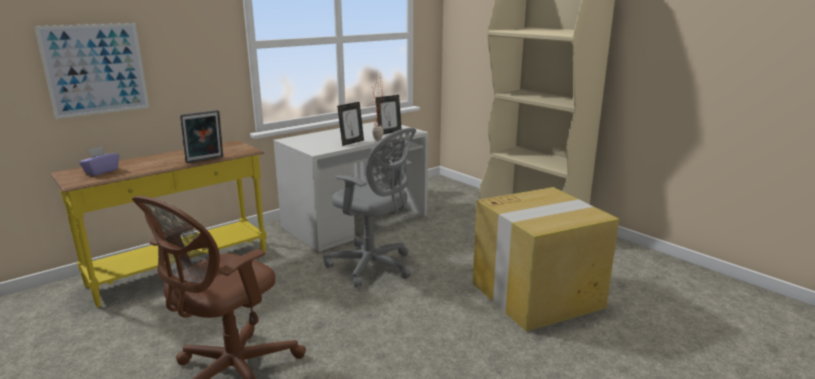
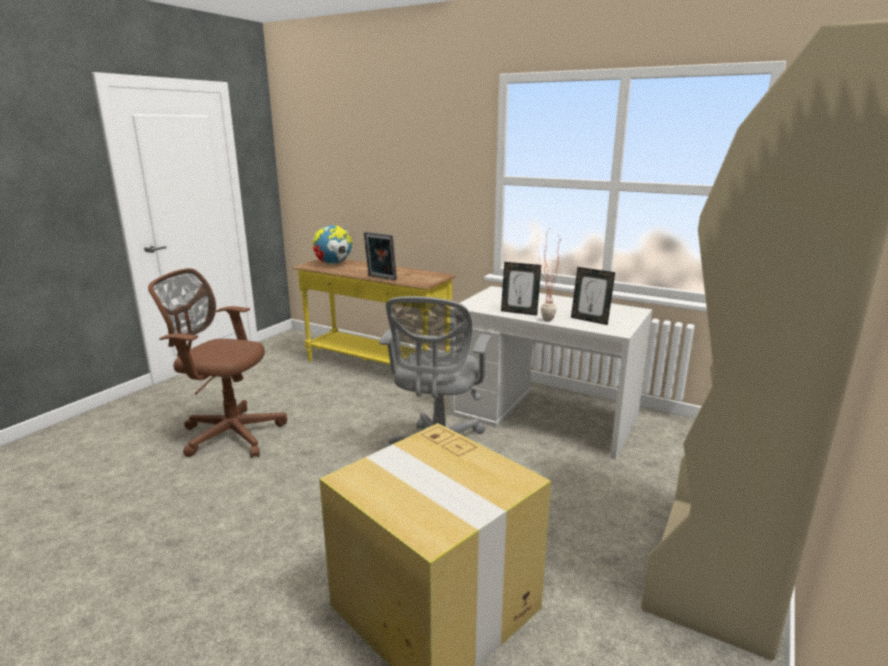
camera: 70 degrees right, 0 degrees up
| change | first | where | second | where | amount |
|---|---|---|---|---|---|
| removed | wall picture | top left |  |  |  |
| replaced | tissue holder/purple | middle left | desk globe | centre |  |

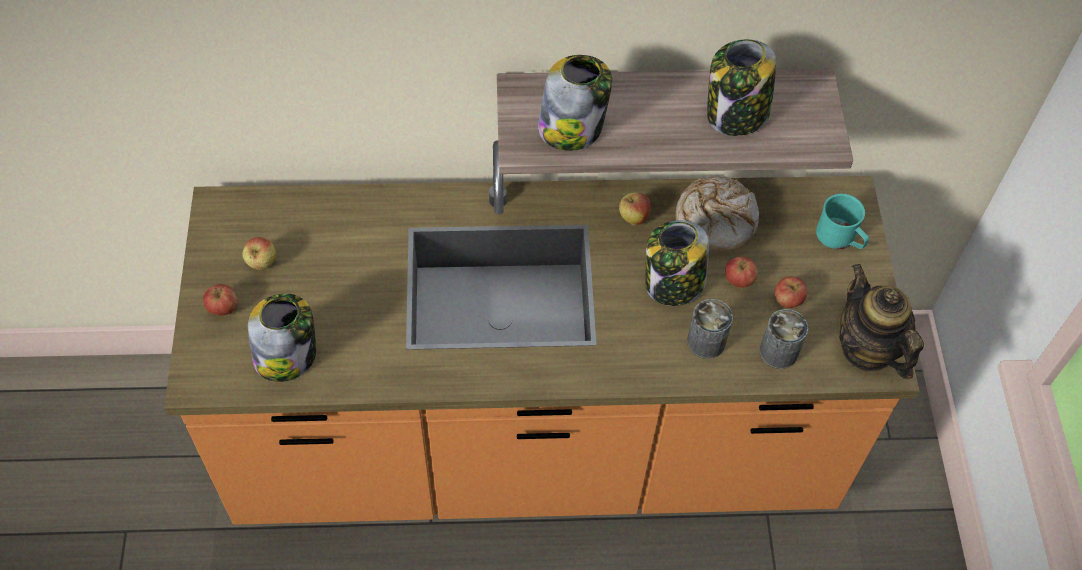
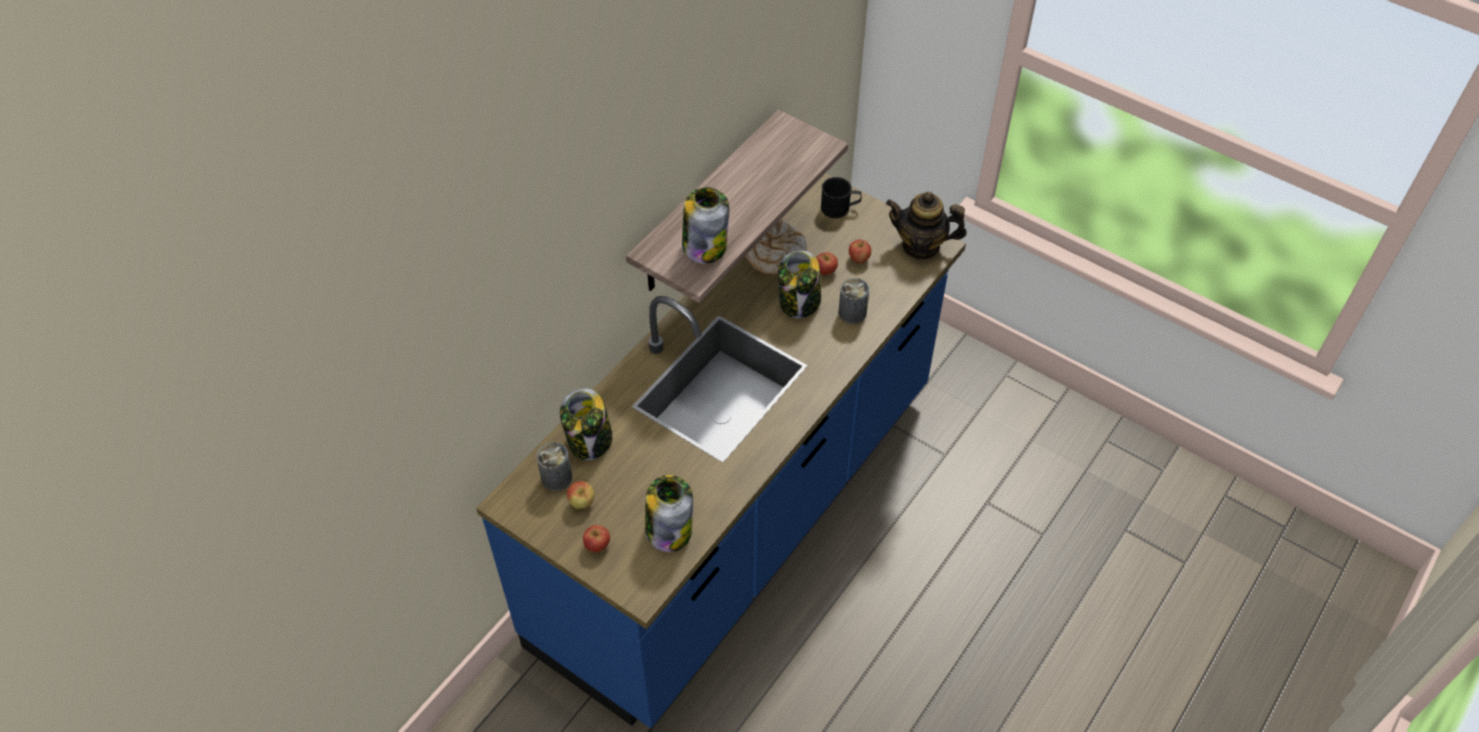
camera: 50 degrees left, 5 degrees down
| change | first | where | second | where | amount |
|---|---|---|---|---|---|
| recoloured | counter/orange-coloured | centre | counter/blue-coloured | centre |  |
| removed | apple (3rd from left) | centre |  |  |  |
| moved | preserve jar (4th from left in the first image) | top right | preserve jar (1st from left) | centre |  |
| moved | can (2nd from left in the first image) | middle right | can (1st from left) | centre |  |
| recoloured | coffee mug/blue-green | middle right | coffee mug/blackish | top centre |  |

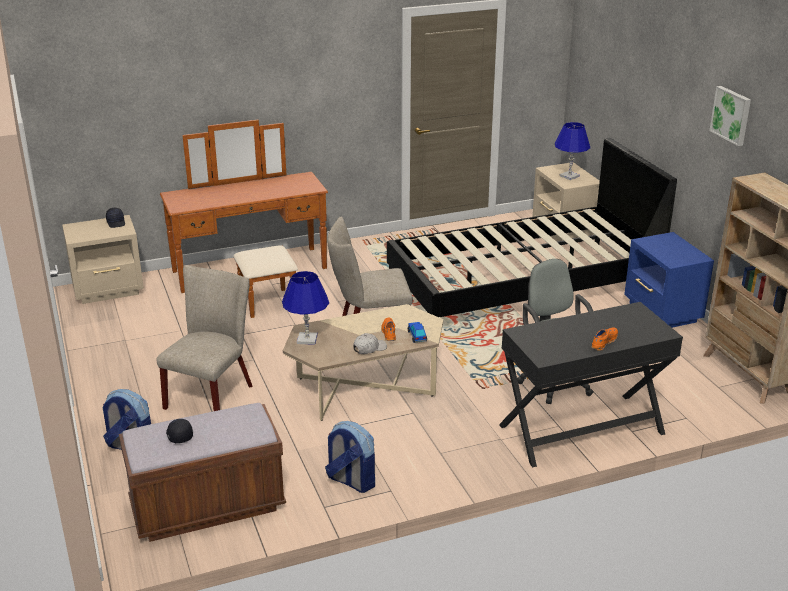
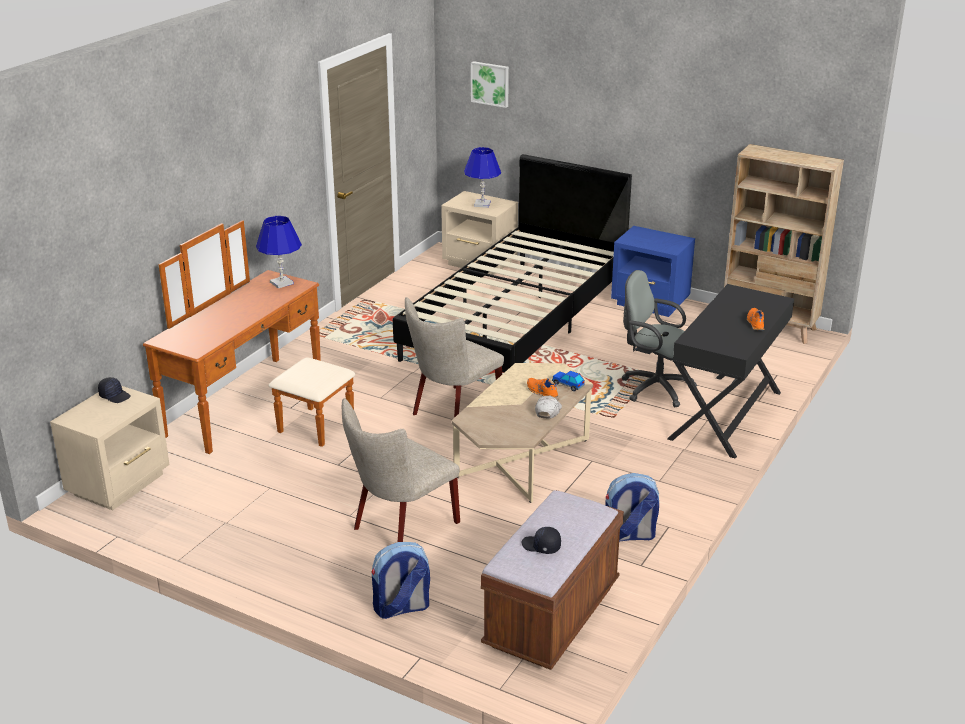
camera: 40 degrees left, 0 degrees up
| change | first | where | second | where | amount |
|---|---|---|---|---|---|
| turned | plain chair/beige-coloured (1st from left) | middle left |  | centre | 120 degrees counterclockwise |
| moved | table lamp/blue-coloured (1st from left) | centre |  | middle left |  |
| moved | wall picture | top right |  | top centre |  |

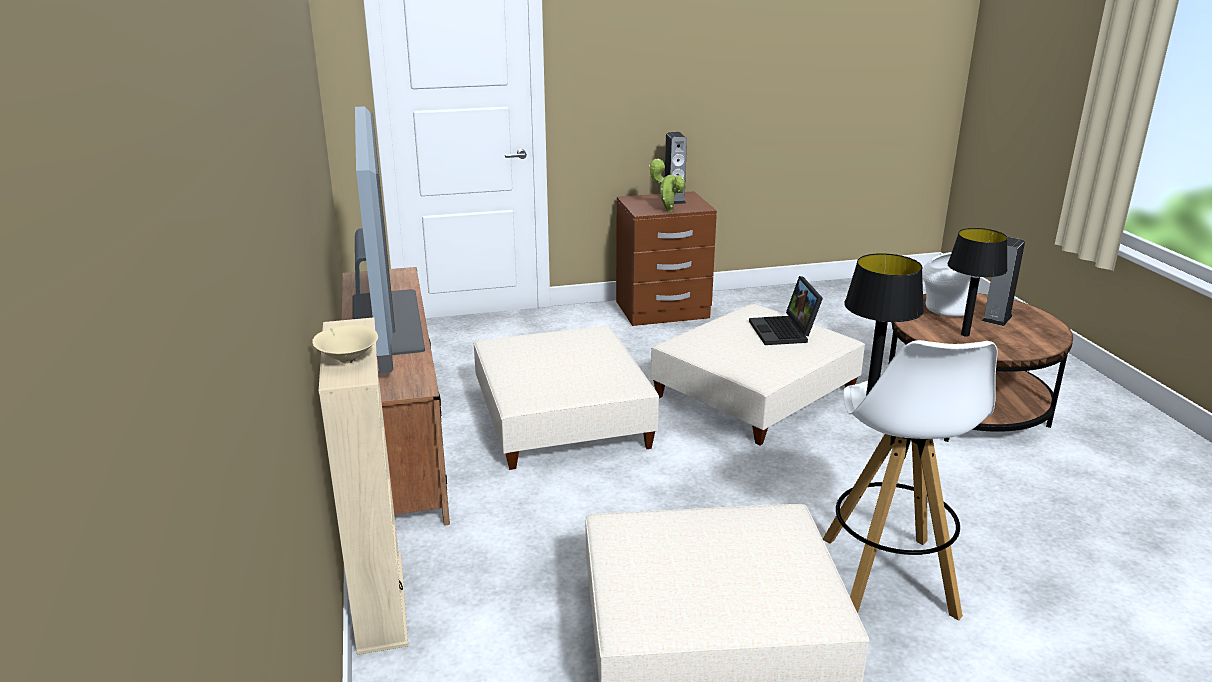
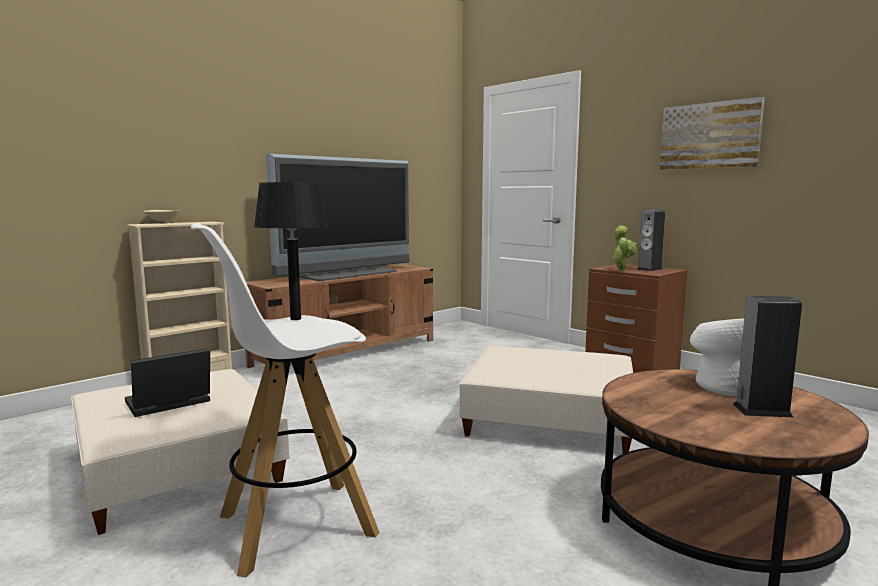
camera: 60 degrees right, 15 degrees down
| change | first | where | second | where | amount |
|---|---|---|---|---|---|
| removed | ottoman/beige-coloured (1st from left) | centre |  |  |  |
| moved | portable computer | centre |  | middle left |  |
| removed | table lamp/blackish (2nd from left) | middle right |  |  |  |
| added |  |  | wall picture | top right |  |

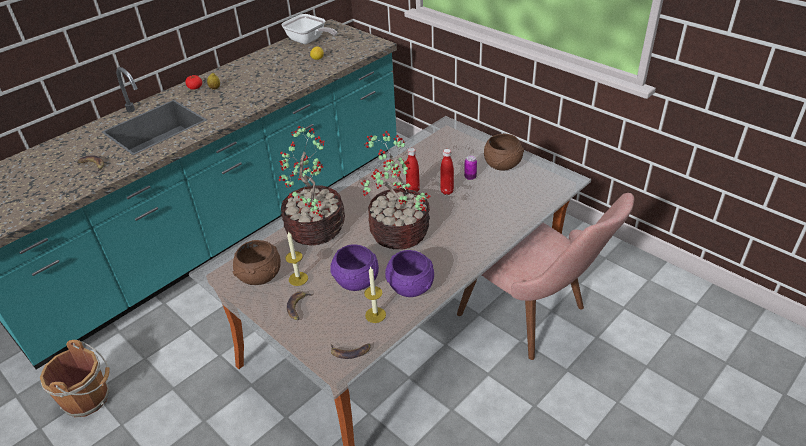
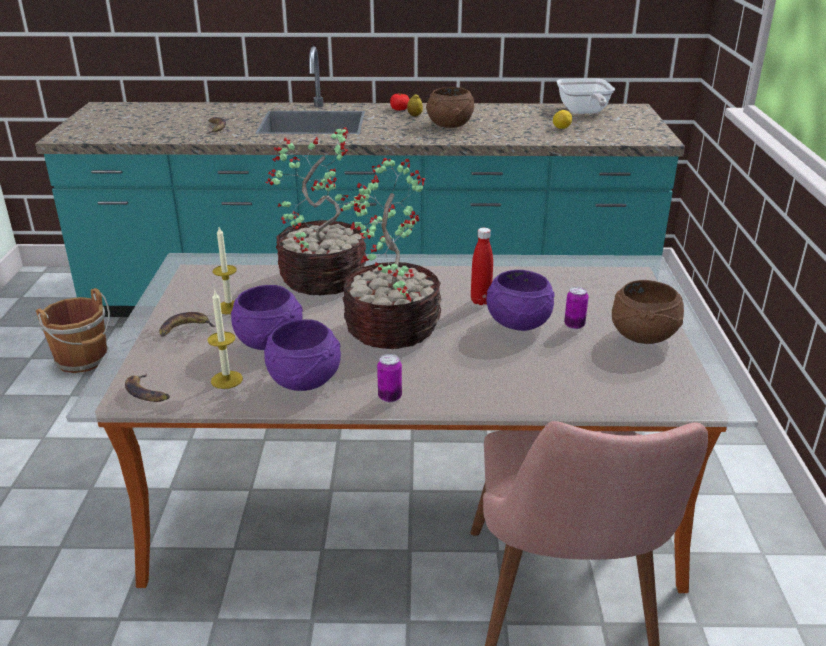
camera: 45 degrees right, 10 degrees down
| change | first | where | second | where | amount |
|---|---|---|---|---|---|
| moved | deep dish/brownish (1st from left) | middle left |  | top centre |  |
| replaced | drink bottle/red (2nd from left) | centre | deep dish/purple (3rd from left) | centre |  |
| added |  |  | can (1st from left) | centre |  |

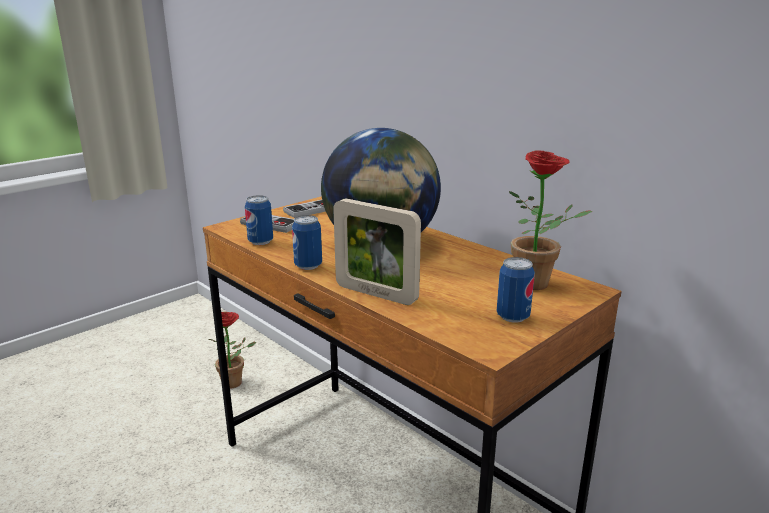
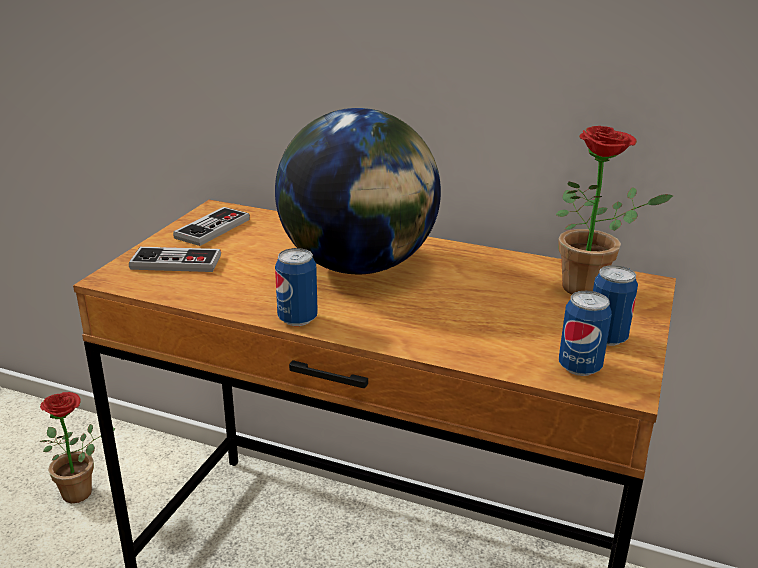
camera: 25 degrees left, 5 degrees up
| change | first | where | second | where | amount |
|---|---|---|---|---|---|
| moved | can (1st from left in the first image) | centre | can (2nd from left) | middle right |  |
| removed | standing frame | centre |  |  |  |

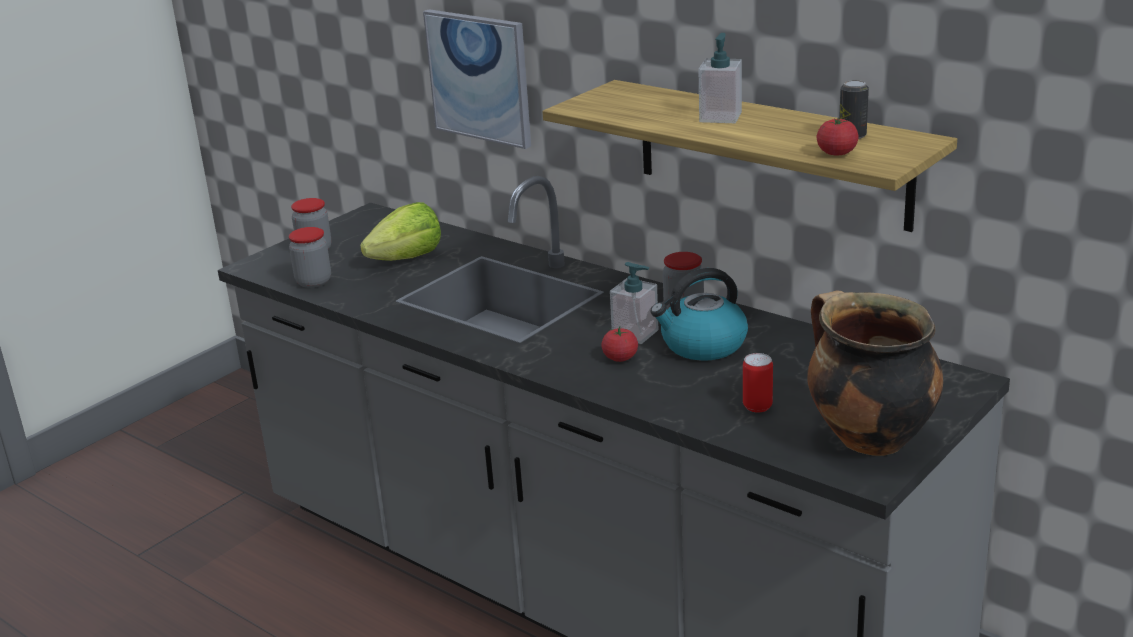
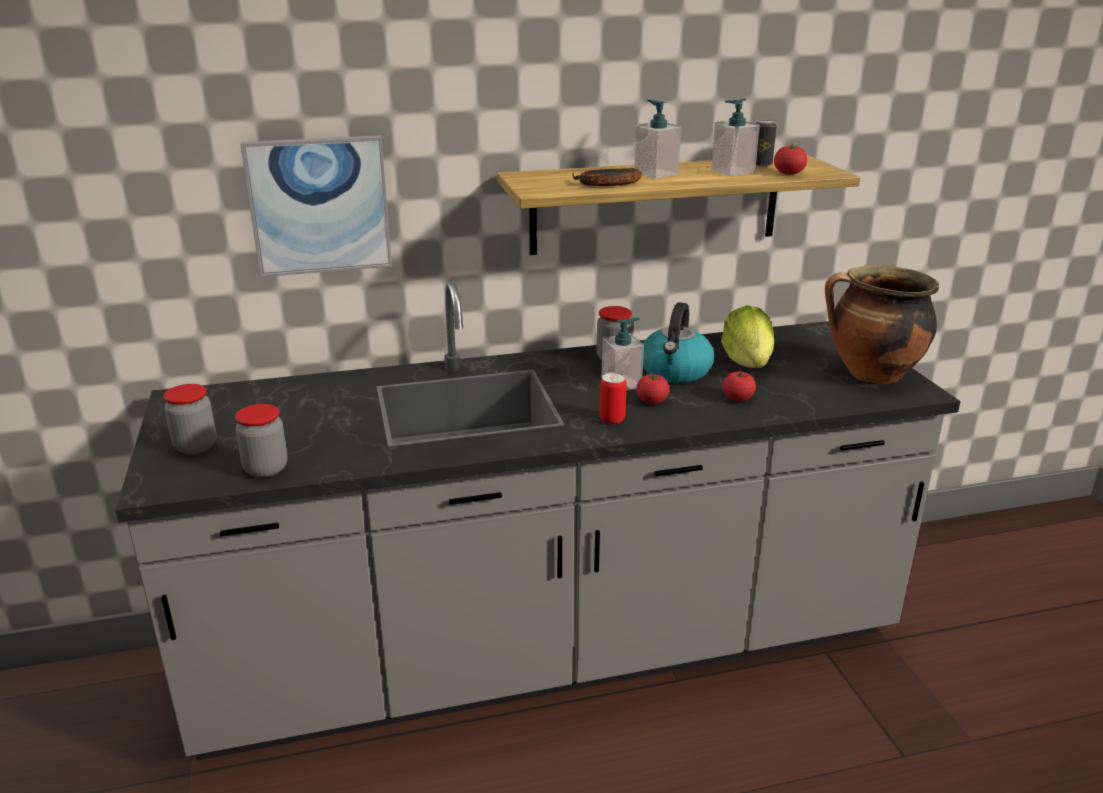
camera: 55 degrees left, 0 degrees up
| change | first | where | second | where | amount |
|---|---|---|---|---|---|
| moved | lettuce head | centre |  | middle right |  |
| moved | can (1st from left) | middle right |  | centre |  |
| added |  |  | banana fruit | top centre |  |
| added |  |  | liquid soap bottle (3rd from left) | top centre |  |
| added |  |  | fresh tomato (2nd from left) | middle right |  |

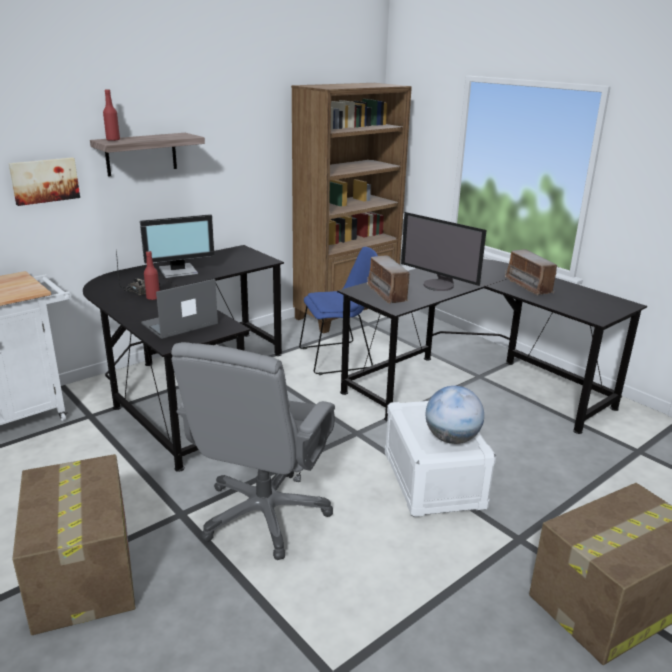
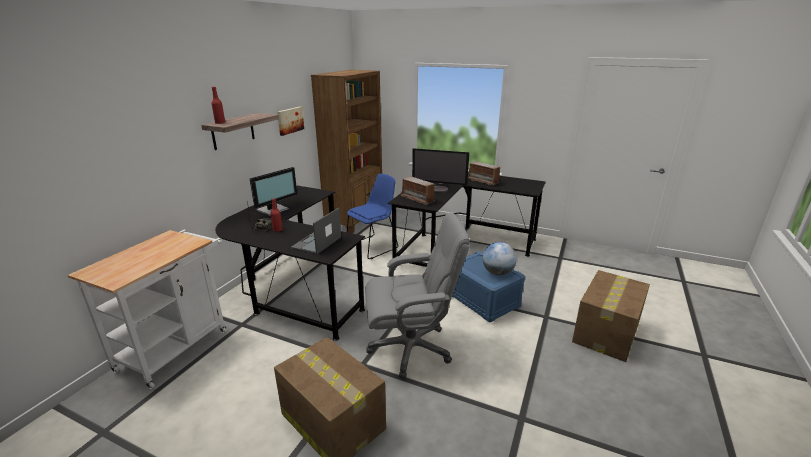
camera: 25 degrees left, 0 degrees up
| change | first | where | second | where | amount |
|---|---|---|---|---|---|
| moved | wall picture | top left |  | top centre |  |
| turned | computer chair/greyish | bottom centre |  | centre | 90 degrees counterclockwise |
| recoloured | storage container/white | bottom centre | storage container/blue-coloured | centre |  |

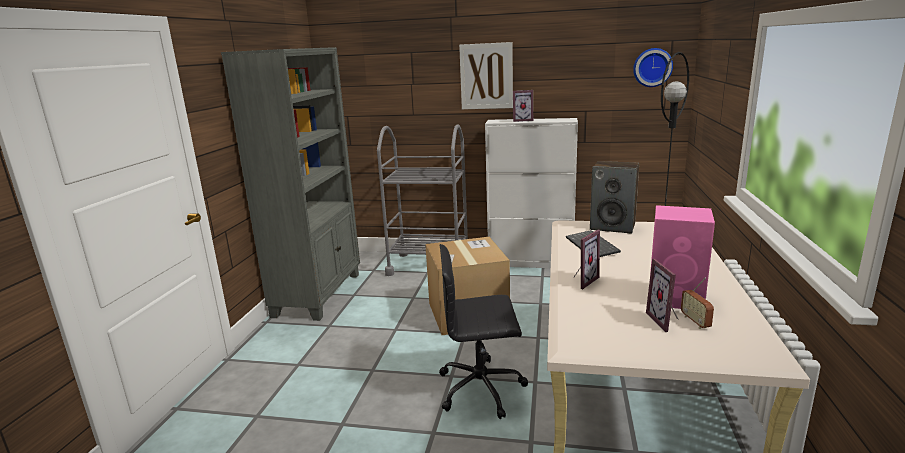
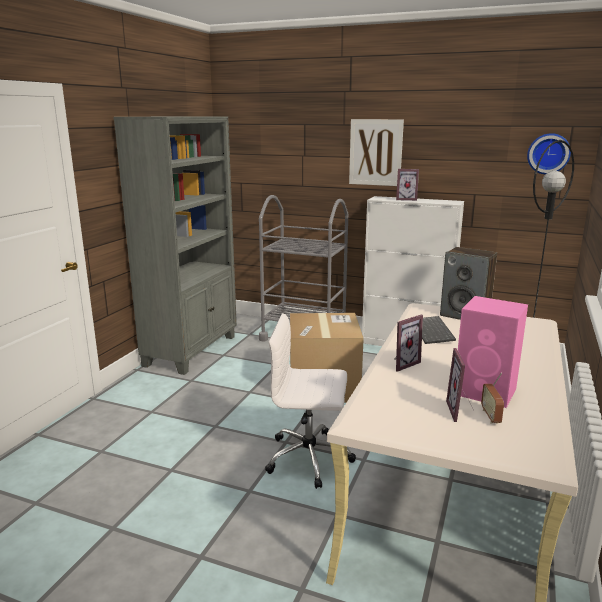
camera: 10 degrees right, 0 degrees up
| change | first | where | second | where | amount |
|---|---|---|---|---|---|
| recoloured | computer chair/blackish | bottom centre | computer chair/white | centre |  |

